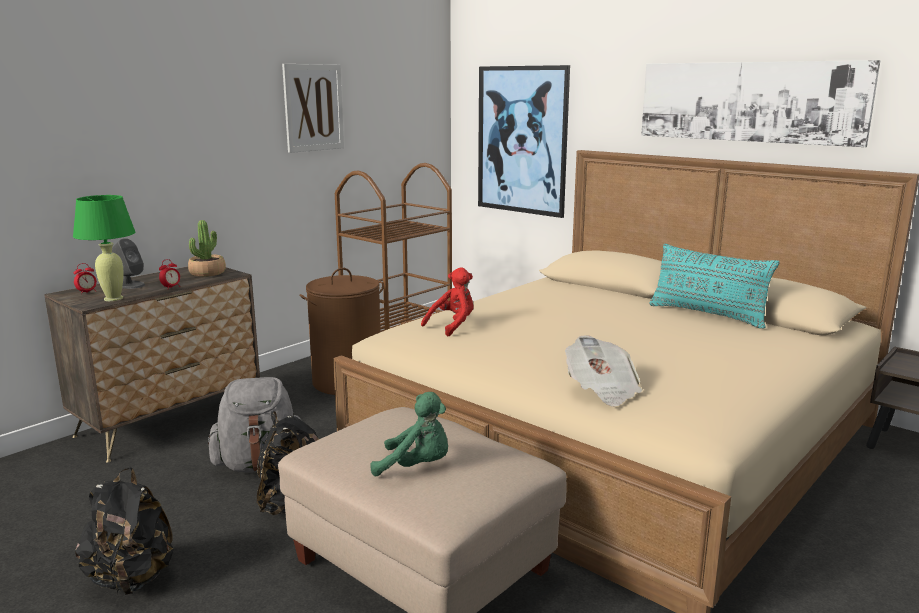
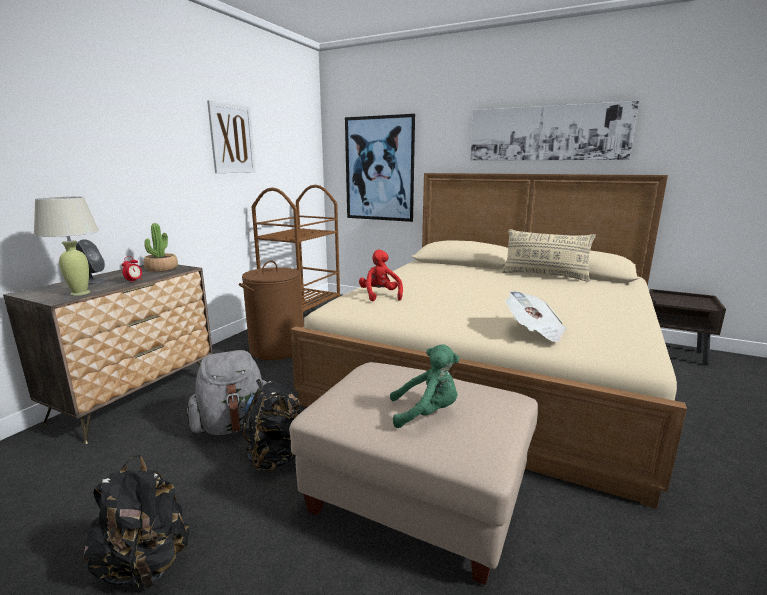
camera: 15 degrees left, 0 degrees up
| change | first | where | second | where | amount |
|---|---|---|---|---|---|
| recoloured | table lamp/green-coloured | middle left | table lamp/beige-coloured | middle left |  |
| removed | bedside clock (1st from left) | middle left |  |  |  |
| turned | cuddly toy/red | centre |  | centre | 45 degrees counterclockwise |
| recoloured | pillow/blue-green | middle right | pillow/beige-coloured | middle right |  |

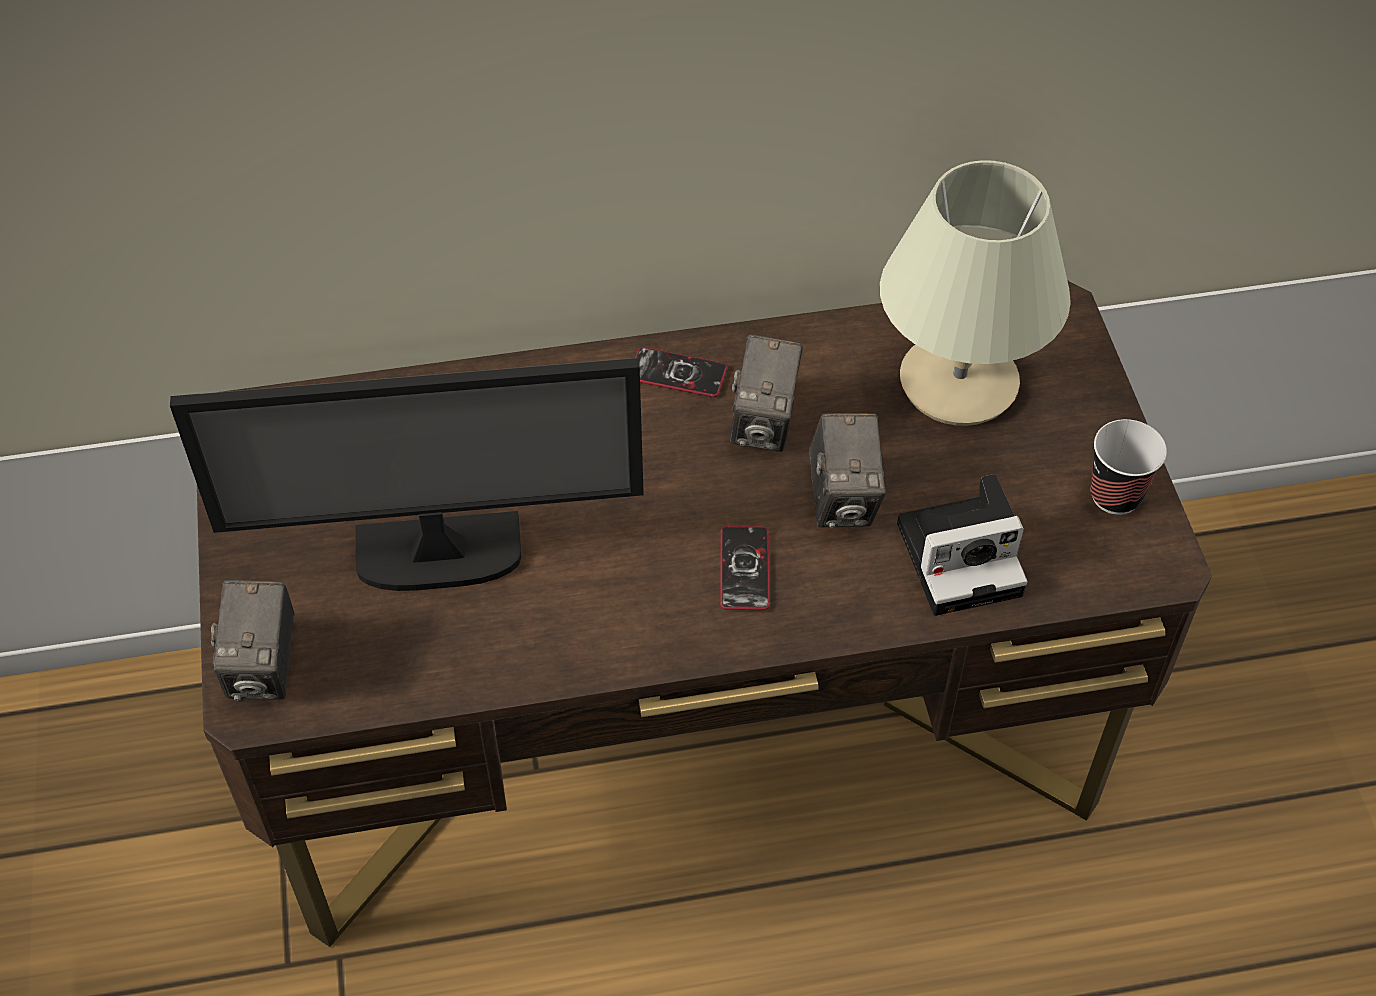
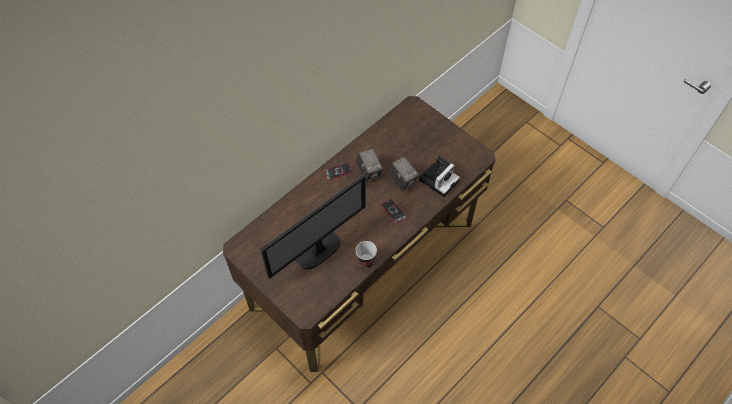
camera: 35 degrees left, 5 degrees up
| change | first | where | second | where | amount |
|---|---|---|---|---|---|
| removed | still camera (1st from left) | middle left |  |  |  |
| removed | table lamp/beige-coloured | top right |  |  |  |
| moved | drinking cup | middle right |  | centre |  |

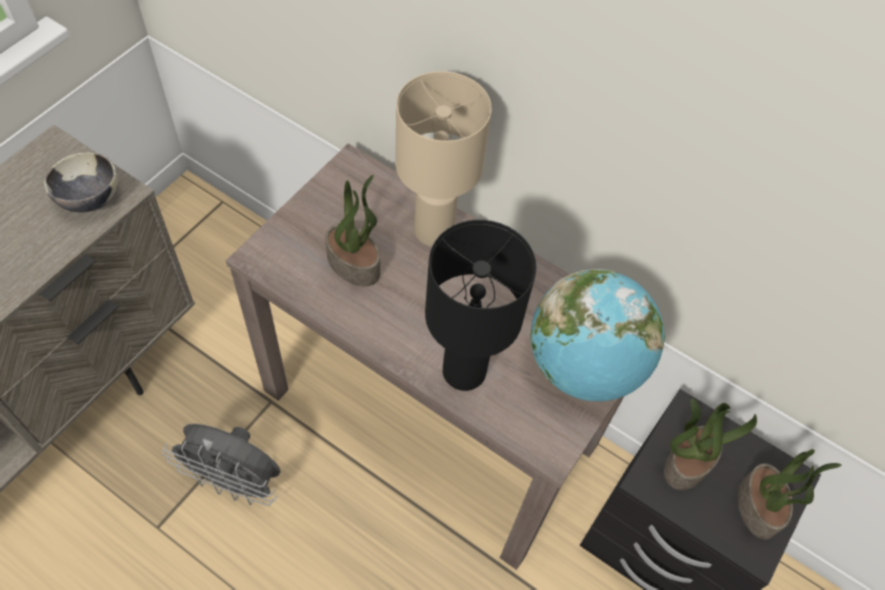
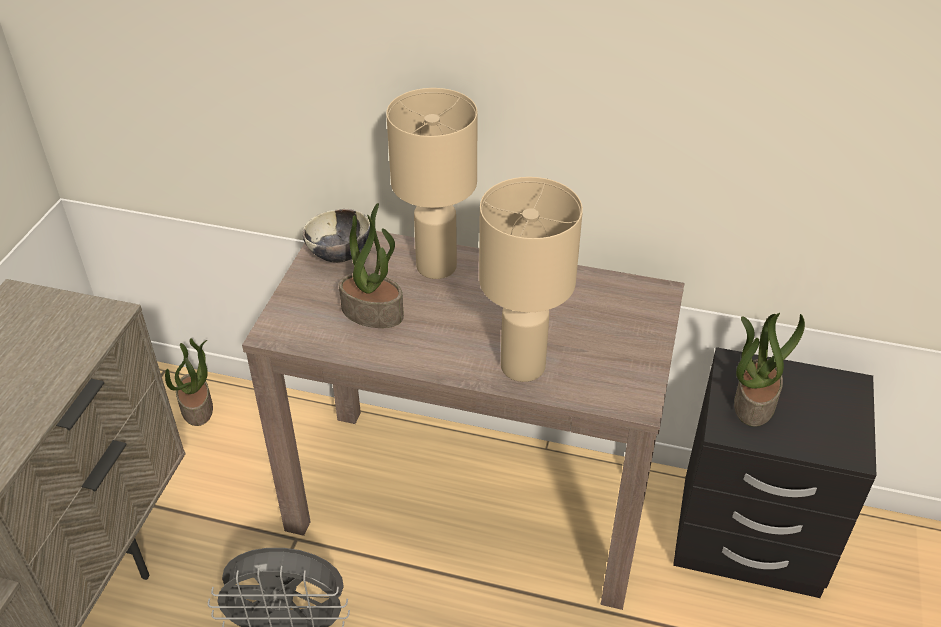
camera: 15 degrees left, 15 degrees down
| change | first | where | second | where | amount |
|---|---|---|---|---|---|
| moved | deep dish | top left |  | centre |  |
| recoloured | table lamp/blackish | centre | table lamp/beige-coloured (2nd from left) | centre |  |
| removed | desk globe | middle right |  |  |  |
| moved | potted plant (3rd from left in the first image) | bottom right | potted plant (1st from left) | middle left |  |

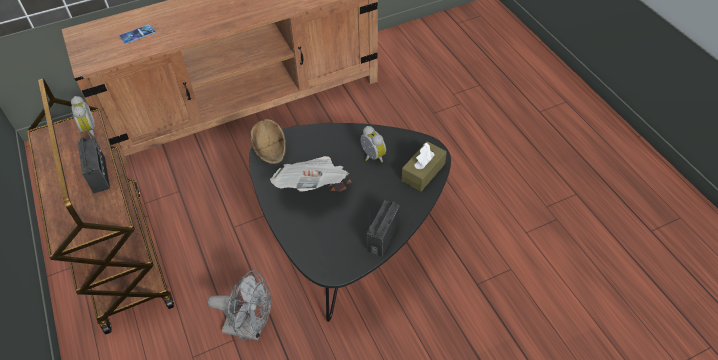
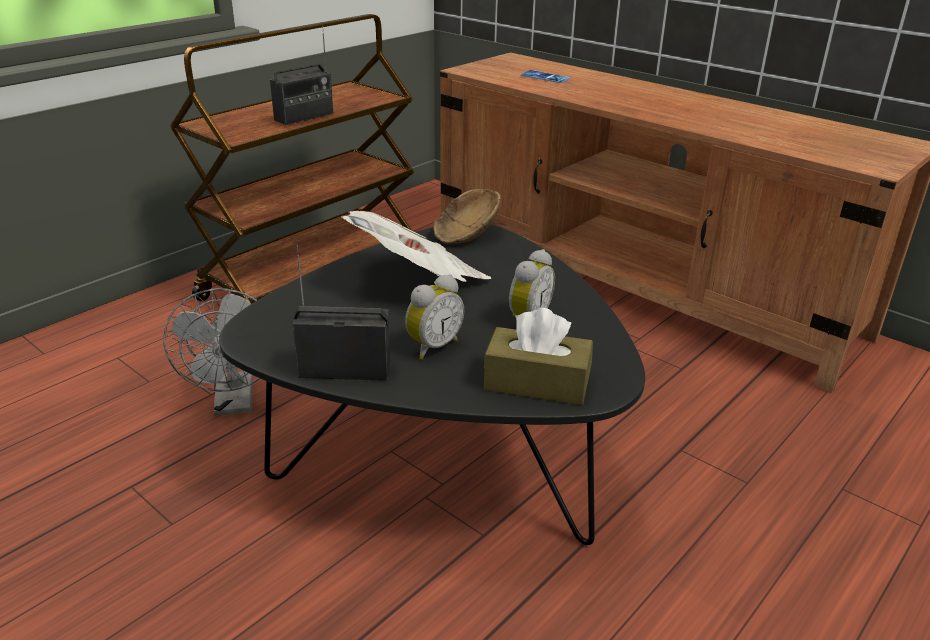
camera: 65 degrees right, 20 degrees down
| change | first | where | second | where | amount |
|---|---|---|---|---|---|
| moved | bedside clock (1st from left) | top left |  | centre |  |

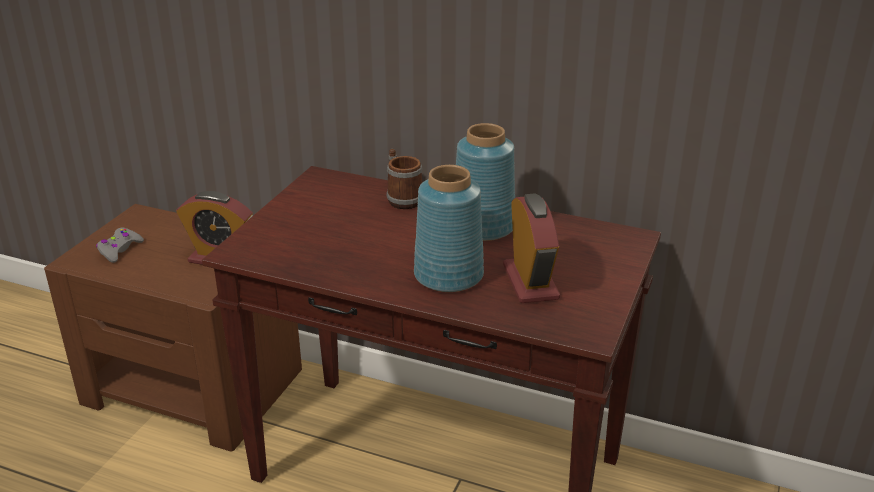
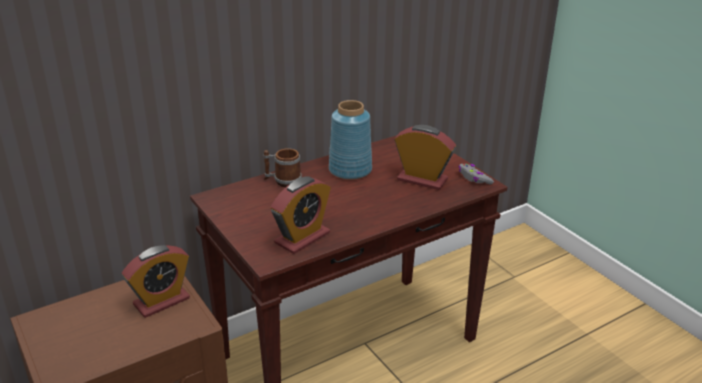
camera: 55 degrees left, 0 degrees up
| change | first | where | second | where | amount |
|---|---|---|---|---|---|
| moved | game controller/greyish | middle left |  | middle right |  |
| removed | vase/blue-coloured (1st from left) | centre |  |  |  |
| added |  |  | bedside clock (2nd from left) | centre |  |

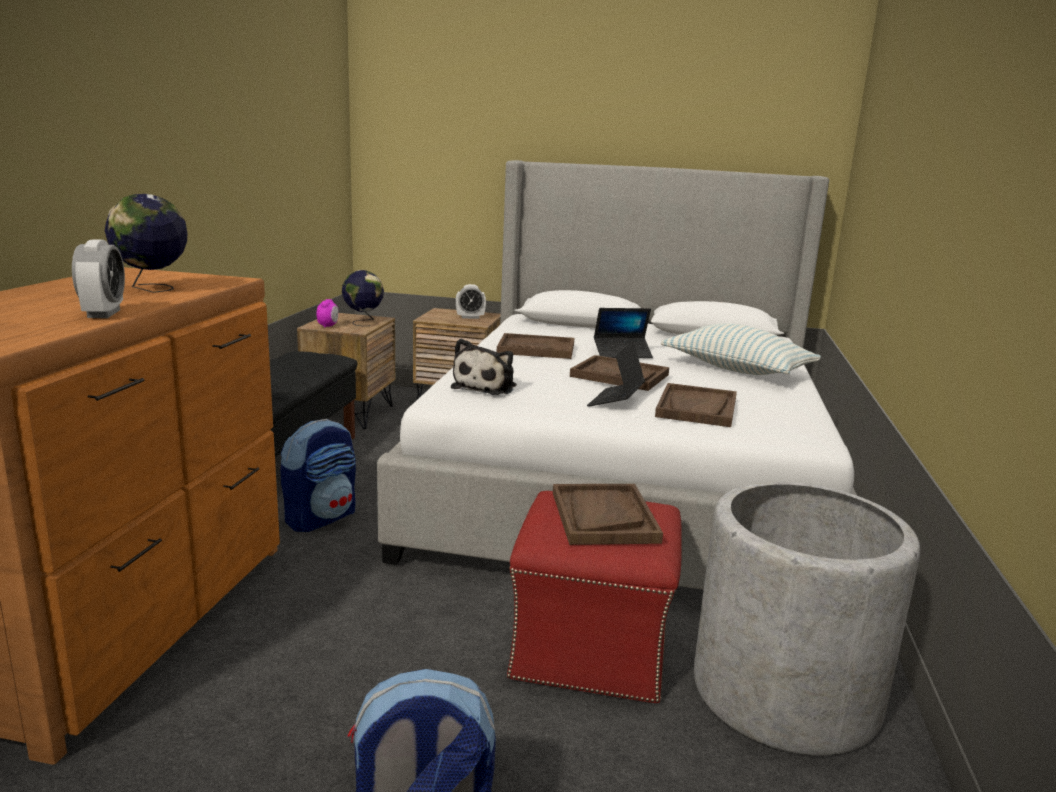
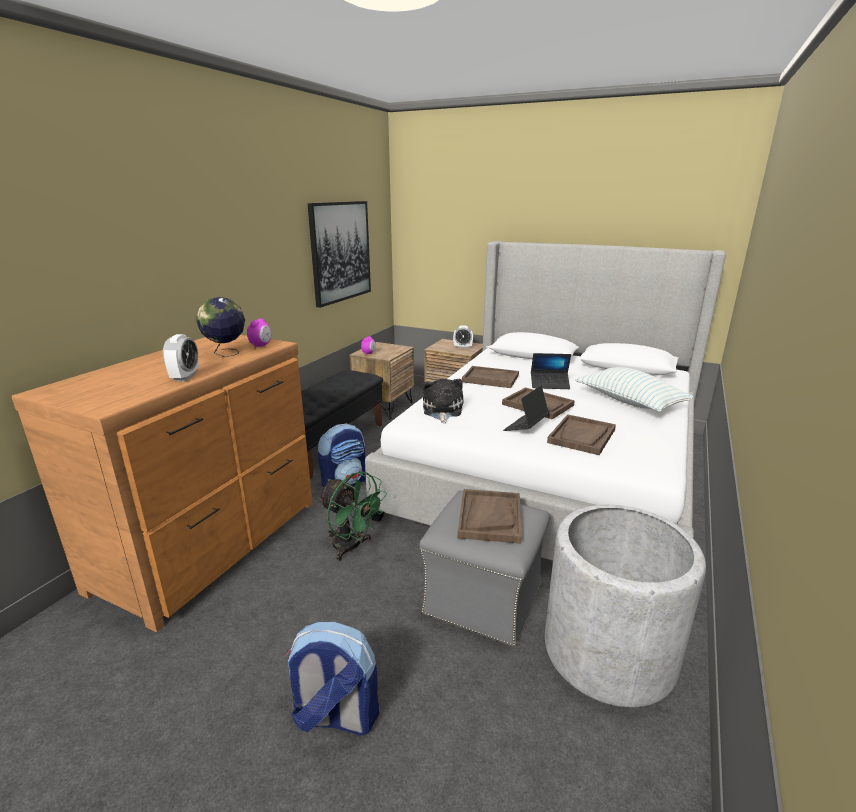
camera: 15 degrees right, 5 degrees up
| change | first | where | second | where | amount |
|---|---|---|---|---|---|
| removed | desk globe (2nd from left) | centre |  |  |  |
| turned | cuddly toy | centre |  | centre | 150 degrees clockwise |
| recoloured | ottoman/red | bottom centre | ottoman/greyish | bottom centre |  |
| added |  |  | bedside clock (2nd from left) | middle left |  |
| added |  |  | wall picture | top centre |  |
| added |  |  | fan/green-coloured | centre |  |

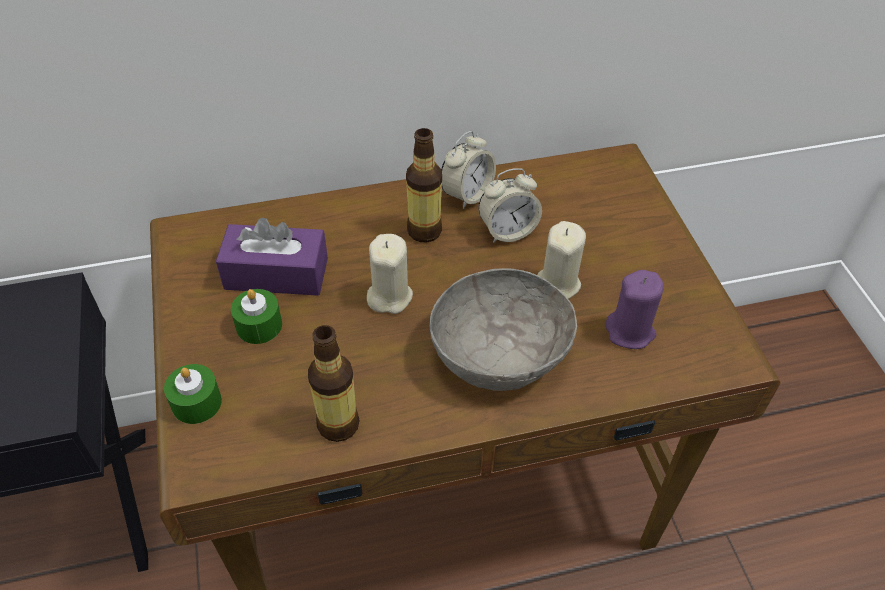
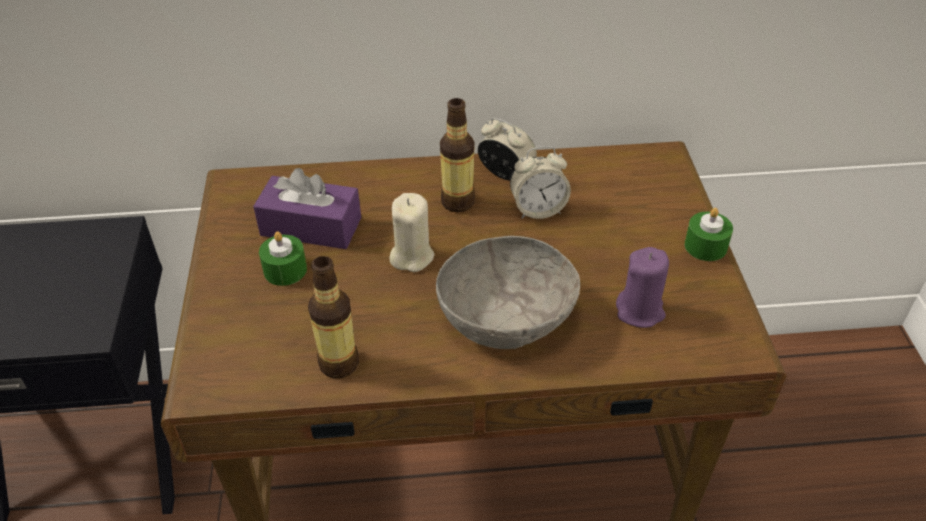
camera: 10 degrees right, 5 degrees down
| change | first | where | second | where | amount |
|---|---|---|---|---|---|
| moved | wax candle/green-coloured (1st from left in the first image) | bottom left | wax candle/green-coloured (2nd from left) | middle right |  |
| turned | bedside clock (1st from left) | top centre |  | top centre | 105 degrees counterclockwise |
| removed | wax candle/beige-coloured (2nd from left) | centre |  |  |  |

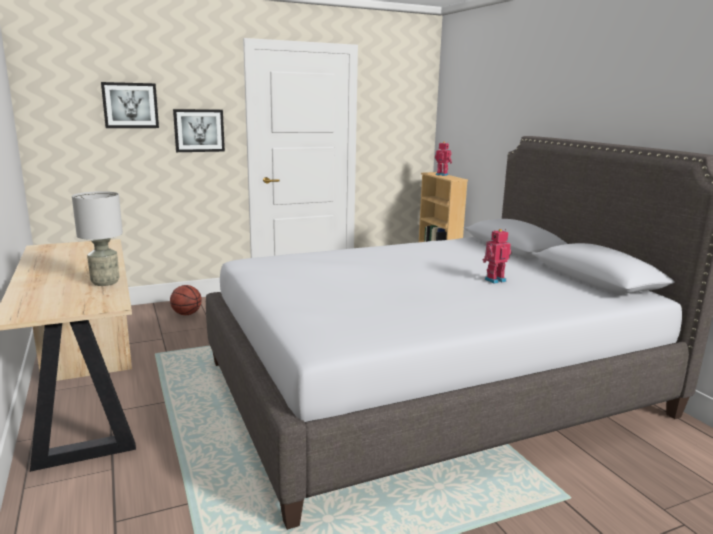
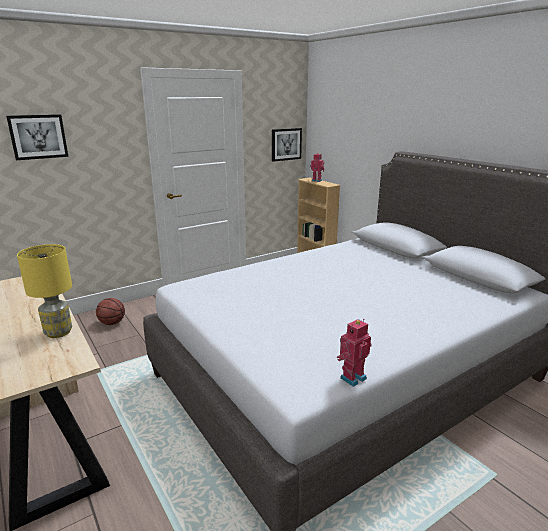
camera: 10 degrees left, 5 degrees up
| change | first | where | second | where | amount |
|---|---|---|---|---|---|
| recoloured | table lamp/greyish | middle left | table lamp/yellow-coloured | middle left |  |
| moved | wall picture (2nd from left) | top left |  | top centre |  |
| moved | model robot (2nd from left) | middle right |  | centre |  |

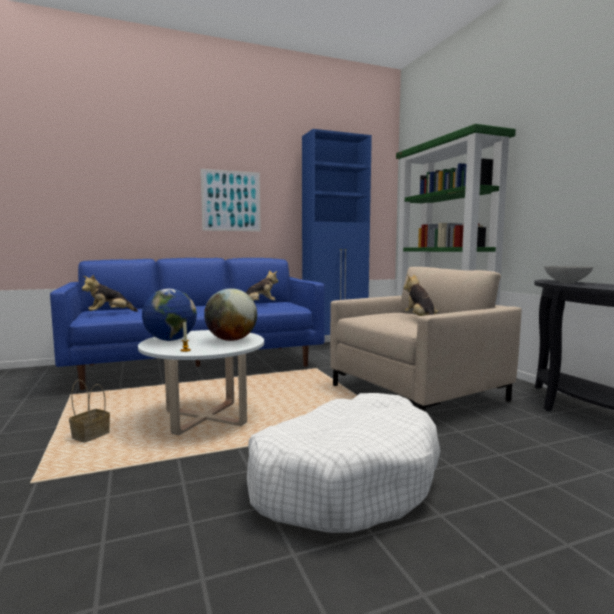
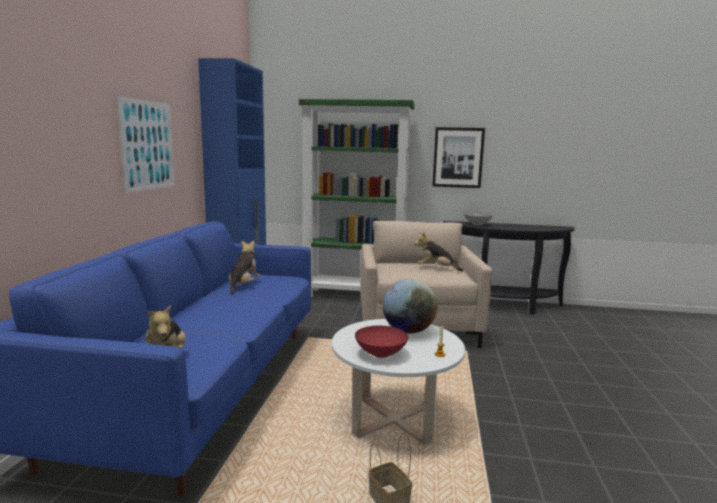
camera: 60 degrees left, 5 degrees up
| change | first | where | second | where | amount |
|---|---|---|---|---|---|
| replaced | desk globe (1st from left) | middle left | deep dish/red | bottom centre |  |
| removed | dog bed/white | bottom centre |  |  |  |
| added |  |  | wall picture (2nd from left) | top centre |  |

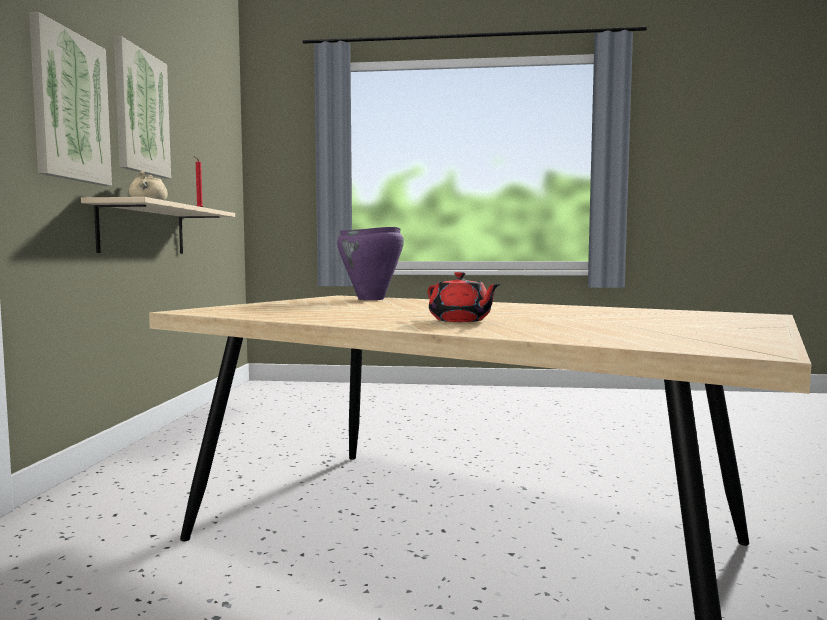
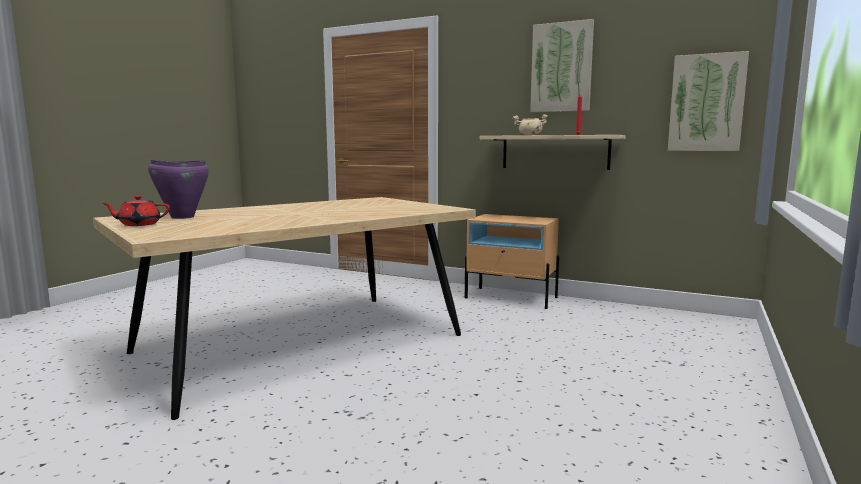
camera: 110 degrees right, 5 degrees up
| change | first | where | second | where | amount |
|---|---|---|---|---|---|
| moved | wall picture (1st from left in the first image) | top left | wall picture (2nd from left) | top right |  |
| moved | saucepot/purple | centre |  | middle left |  |
| moved | tea pot/red | centre |  | middle left |  |
| added |  |  | nightstand/beige-coloured | centre |  |

